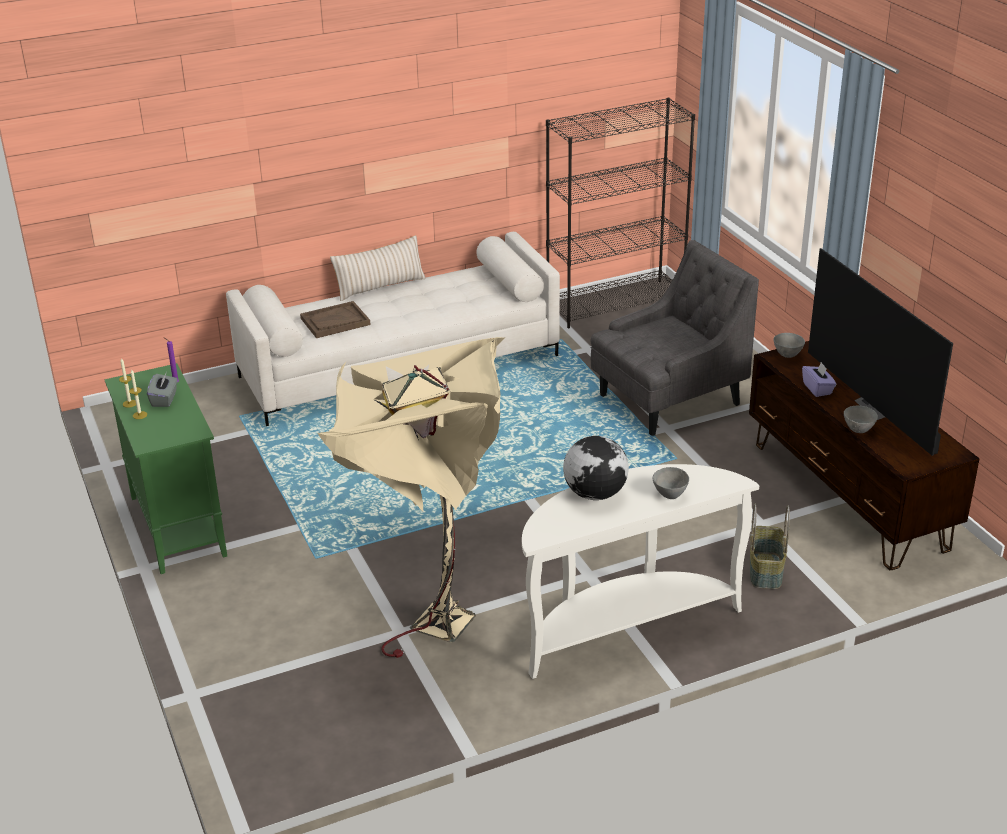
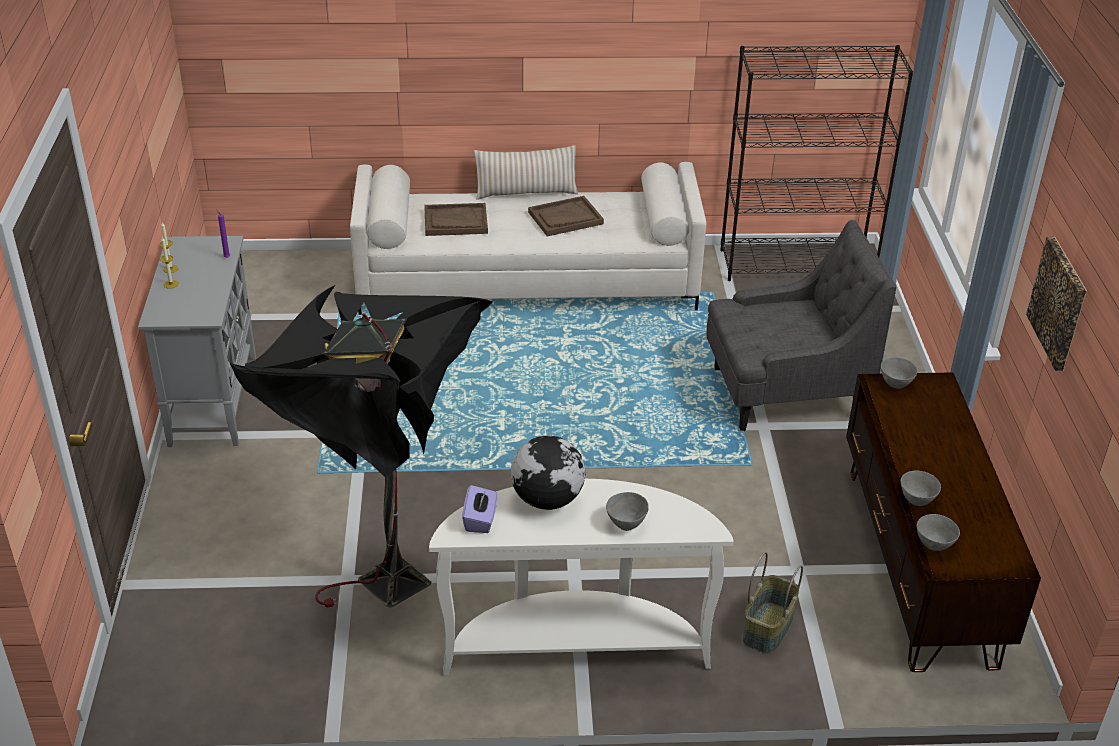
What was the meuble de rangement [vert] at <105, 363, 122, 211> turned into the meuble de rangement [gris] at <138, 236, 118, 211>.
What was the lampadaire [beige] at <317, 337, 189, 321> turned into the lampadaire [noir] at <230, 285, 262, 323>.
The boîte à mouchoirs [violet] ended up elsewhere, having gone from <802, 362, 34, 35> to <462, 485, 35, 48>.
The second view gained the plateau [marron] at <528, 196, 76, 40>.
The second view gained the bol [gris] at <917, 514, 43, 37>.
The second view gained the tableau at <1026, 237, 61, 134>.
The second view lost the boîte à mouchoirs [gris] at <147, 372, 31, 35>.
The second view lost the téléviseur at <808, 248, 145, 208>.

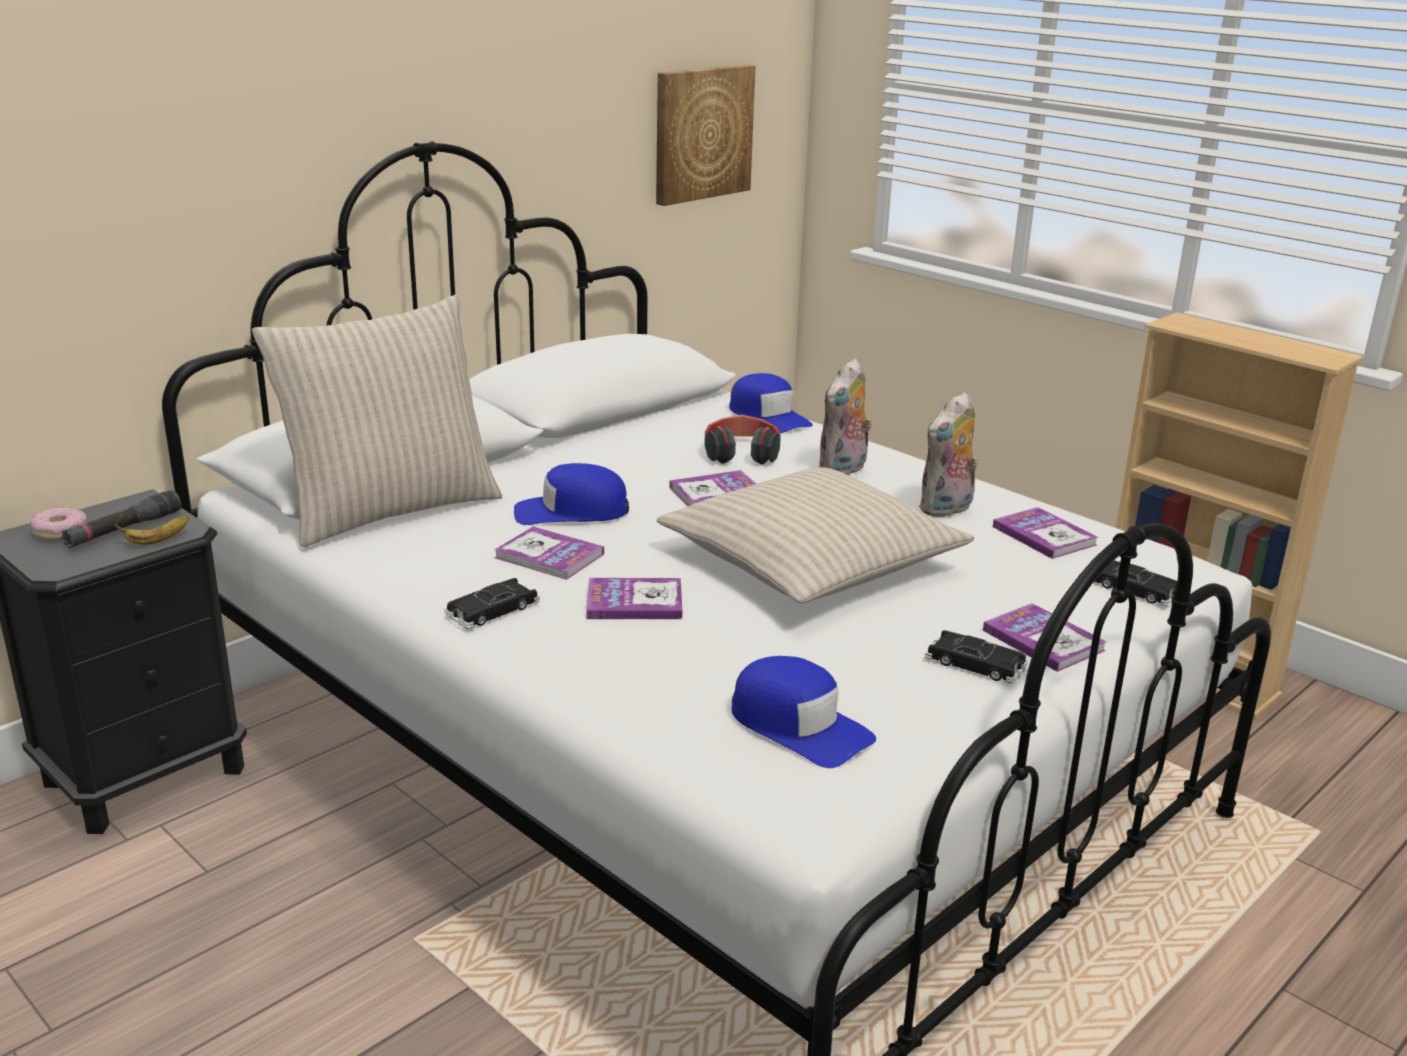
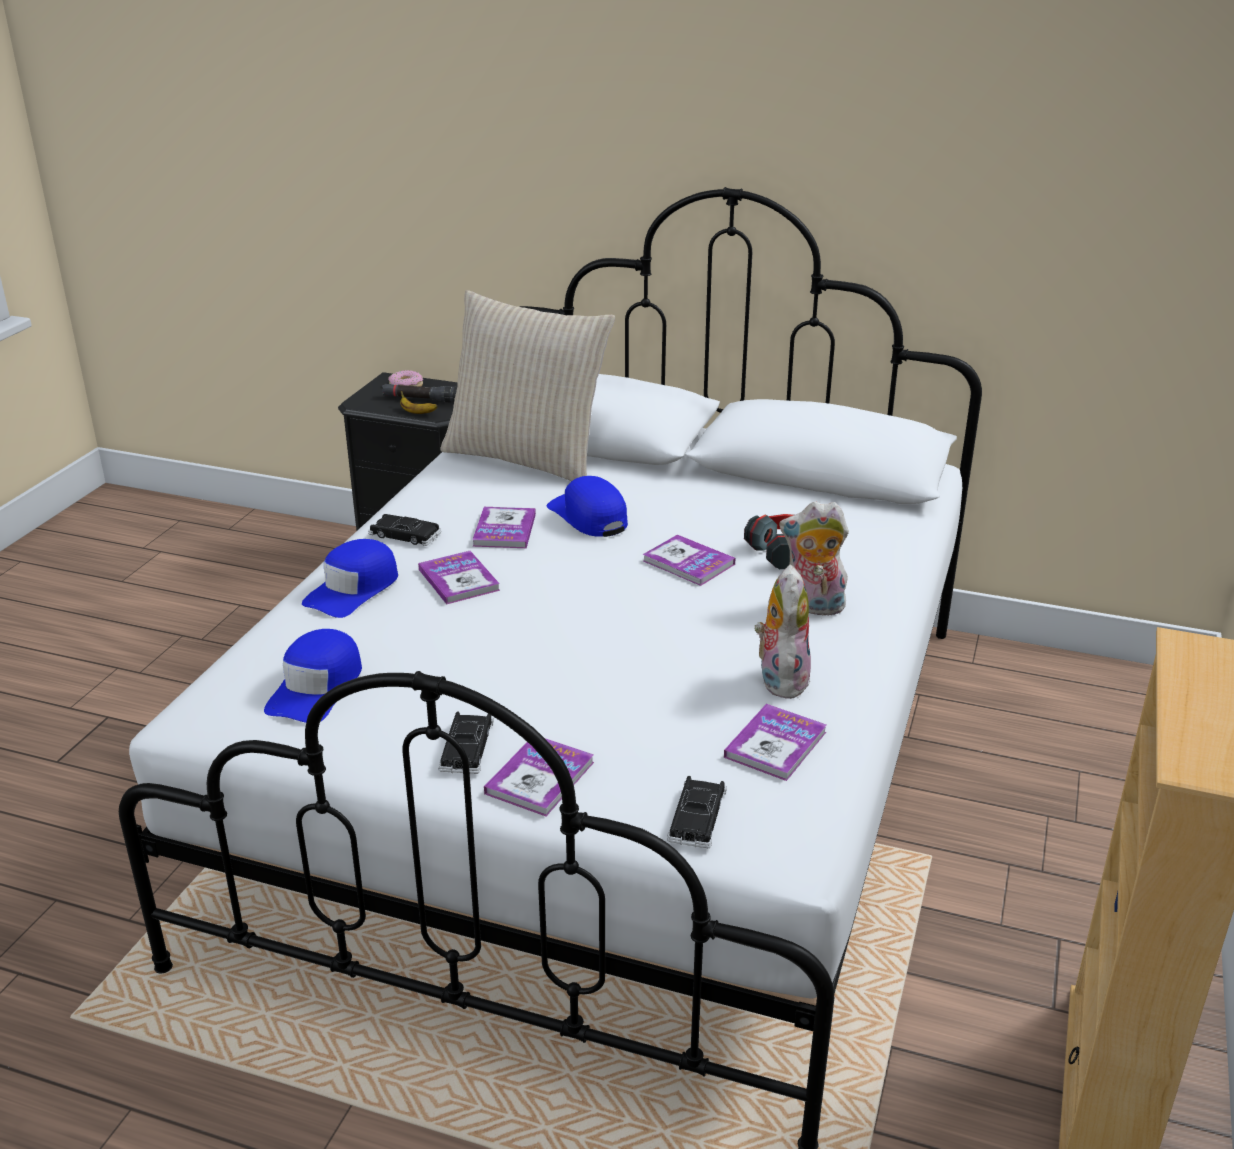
The casquette [bleu] ended up elsewhere, having gone from <729, 373, 84, 61> to <302, 539, 96, 79>.
The peluche at <918, 392, 60, 125> ended up facing another way, 75 degrees clockwise from before.
The second view lost the tableau at <656, 64, 100, 142>.
The second view lost the coussin [beige] at <657, 467, 317, 137>.

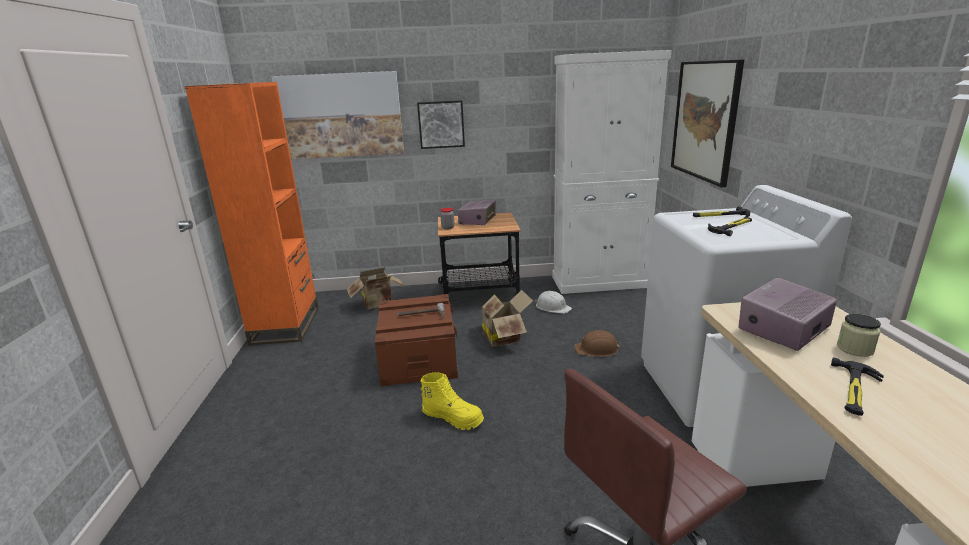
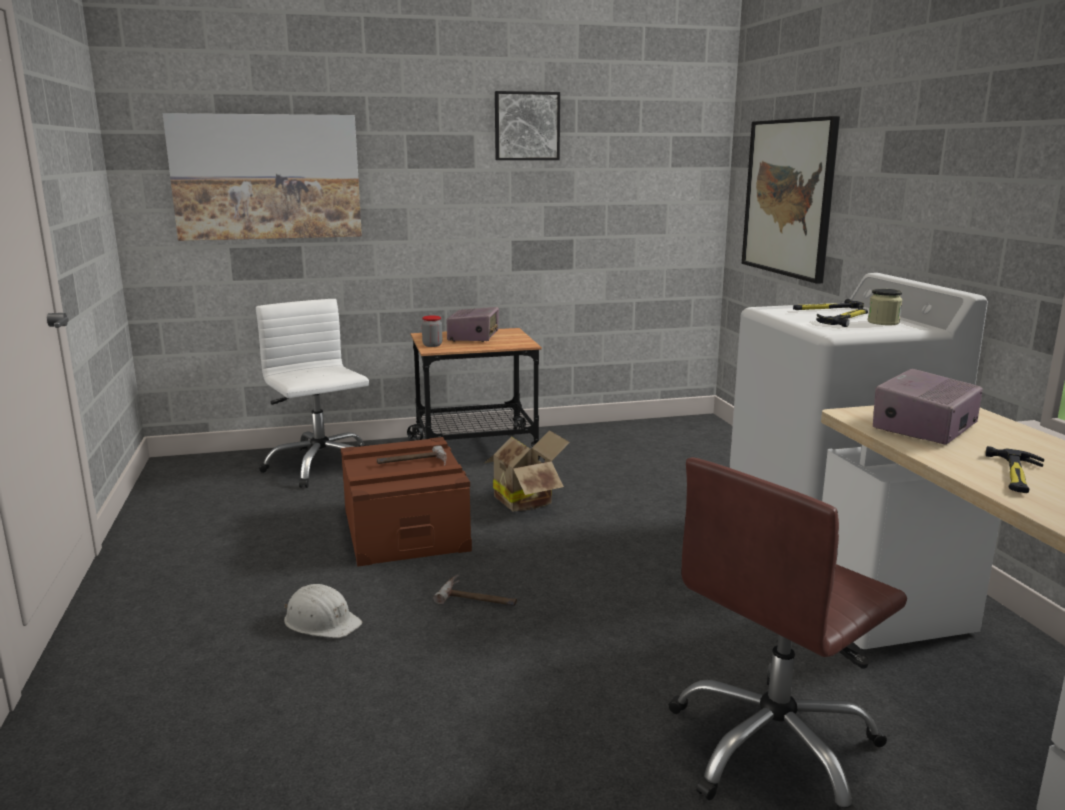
Where the carton stood at <347, 267, 58, 43>, the chaise de bureau [blanc] came to stand at <256, 299, 113, 189>.
The casque de chantier [blanc] ended up elsewhere, having gone from <535, 291, 37, 23> to <284, 584, 78, 54>.
Where the botte [jaune] stood at <421, 372, 63, 58>, the marteau came to stand at <433, 575, 84, 31>.
The tableau ended up elsewhere, having gone from <417, 100, 48, 49> to <495, 91, 65, 69>.
The bocal ended up elsewhere, having gone from <837, 314, 44, 43> to <867, 289, 35, 36>.
The second view lost the bibliothèque [orange] at <185, 82, 133, 264>.
The second view lost the meuble de rangement [blanc] at <552, 50, 119, 244>.
The second view lost the casque de chantier [marron] at <574, 330, 46, 27>.

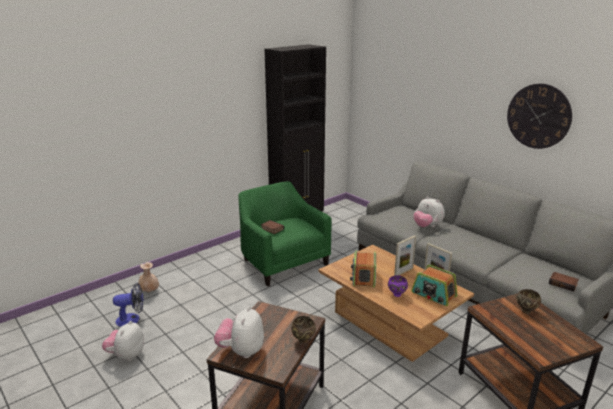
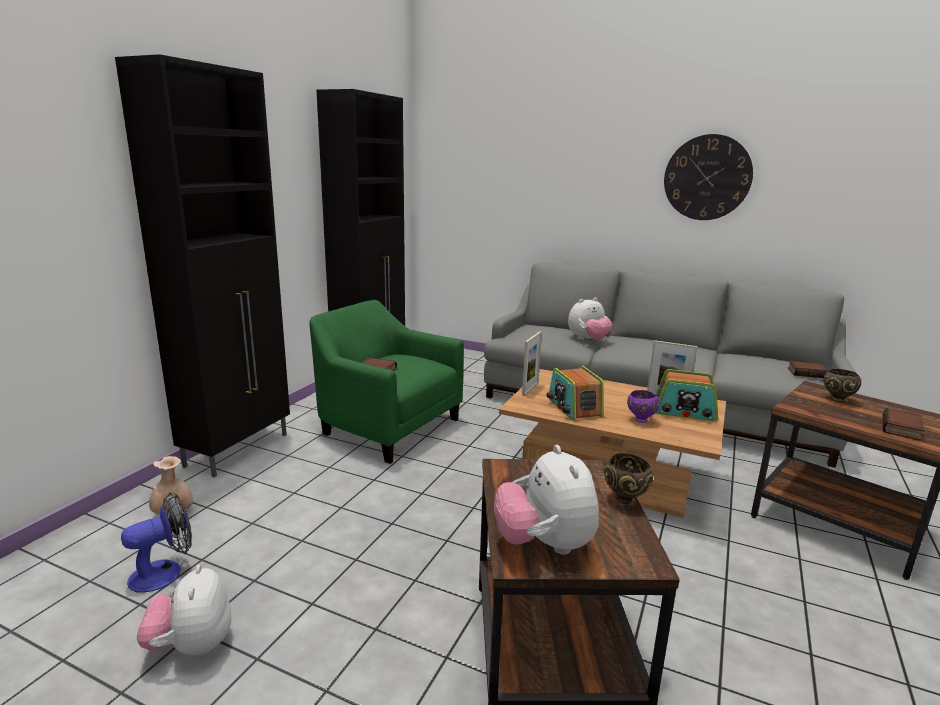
The second view gained the meuble de rangement [noir] at <115, 54, 175, 424>.
The cadre photo ended up elsewhere, having gone from <394, 235, 22, 41> to <522, 331, 20, 65>.
The peluche at <413, 197, 32, 30> ended up facing another way, 45 degrees counterclockwise from before.
The second view gained the livre at <882, 408, 43, 33>.

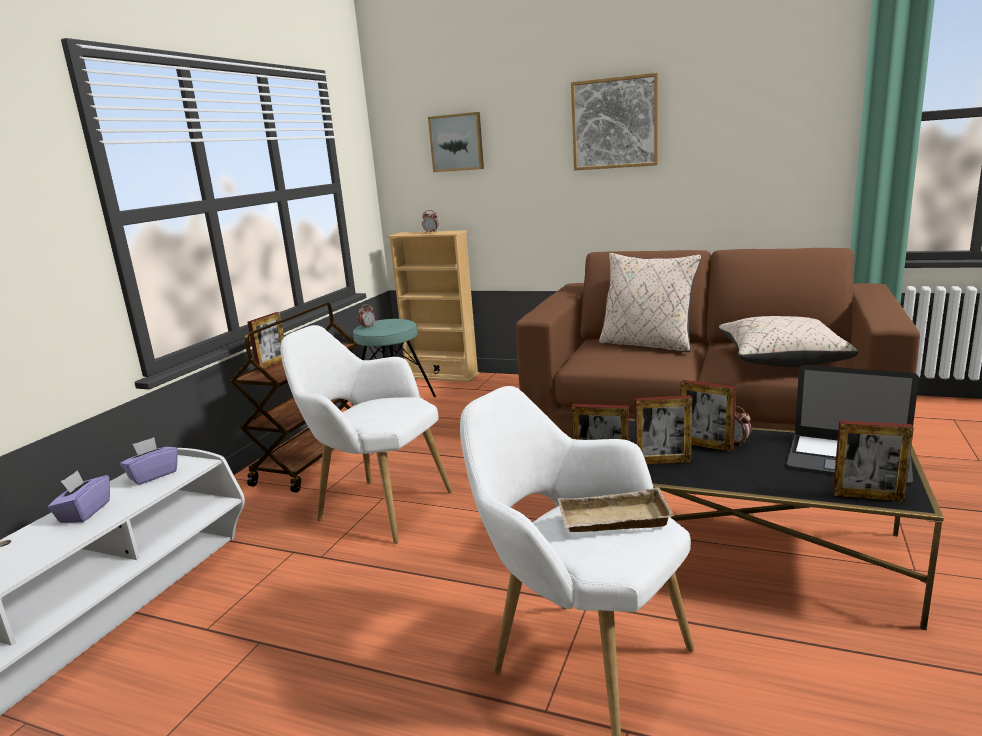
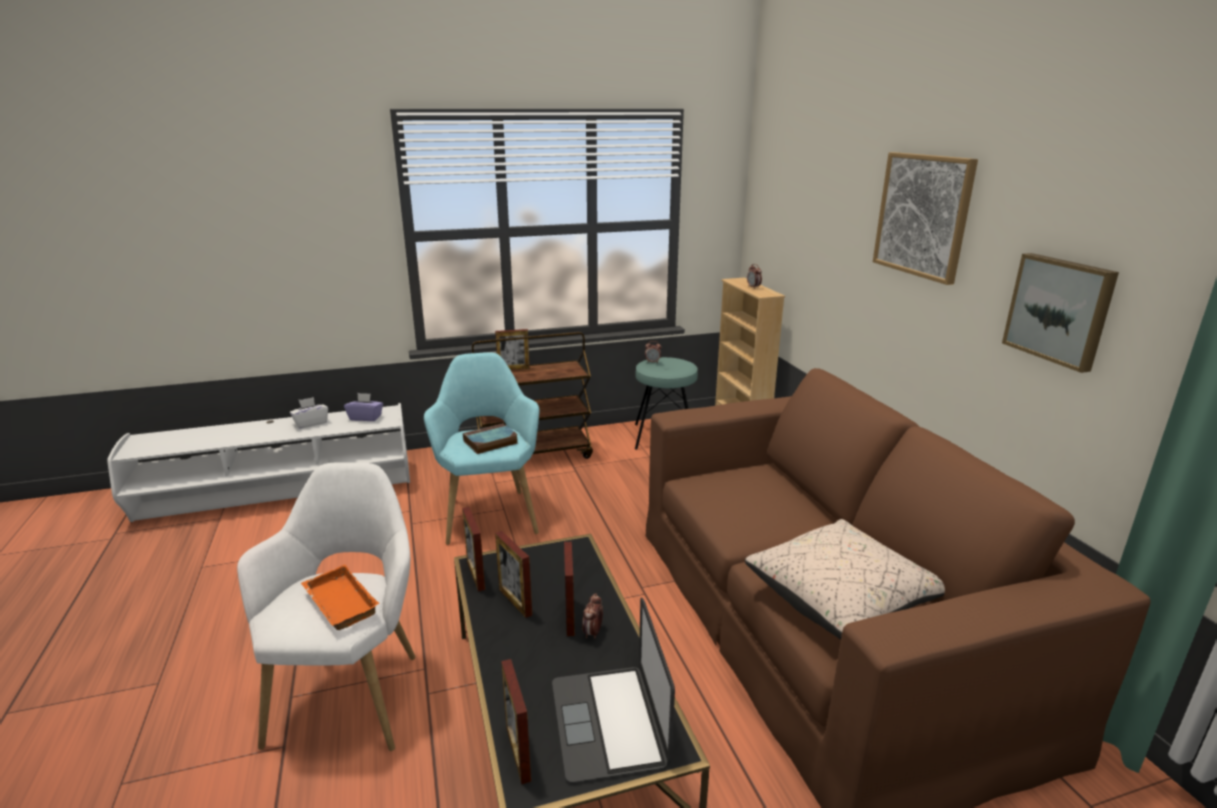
What was the boîte à mouchoirs [violet] at <48, 470, 62, 53> turned into the boîte à mouchoirs [blanc] at <290, 397, 38, 32>.
What was the plateau [beige] at <558, 487, 116, 45> turned into the plateau [orange] at <301, 565, 78, 65>.
What was the fauteuil [blanc] at <280, 325, 173, 219> turned into the fauteuil [turquoise] at <424, 352, 115, 193>.
The second view gained the livre at <463, 423, 55, 31>.
The tableau ended up elsewhere, having gone from <428, 112, 56, 60> to <1002, 253, 117, 120>.
The second view lost the coussin [beige] at <599, 253, 102, 99>.

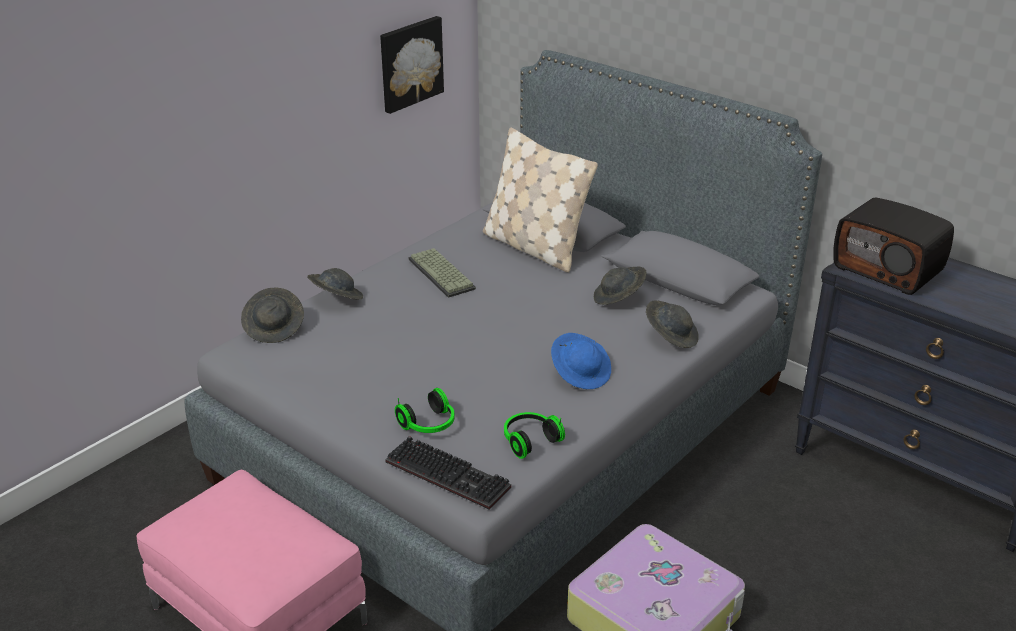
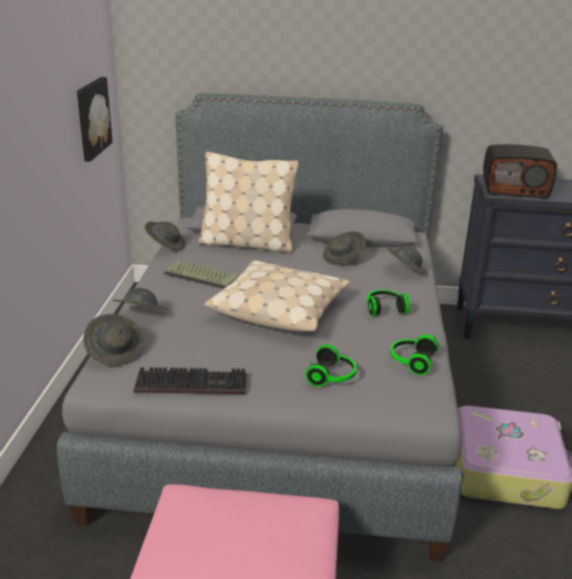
The clavier ended up elsewhere, having gone from <385, 436, 126, 74> to <134, 367, 113, 27>.
The second view gained the chapeau [gris] at <145, 221, 41, 29>.
The second view gained the coussin [beige] at <204, 260, 145, 72>.
Where the chapeau [bleu] stood at <551, 333, 60, 56>, the casque audio came to stand at <367, 290, 43, 27>.

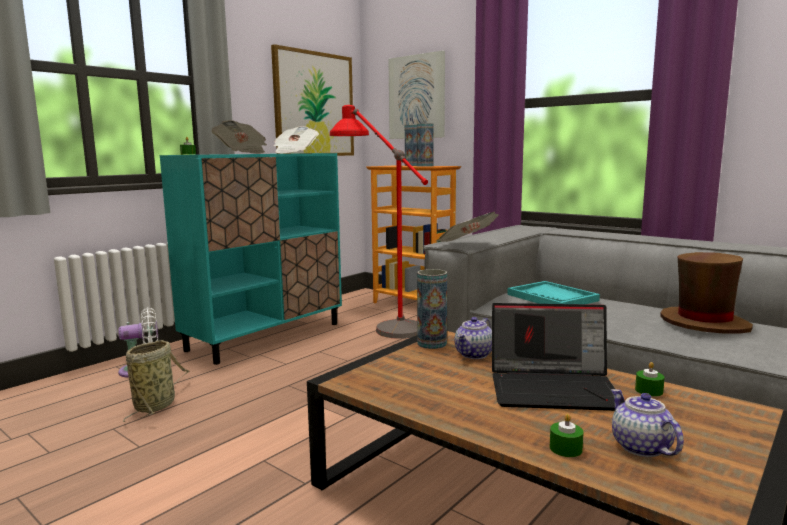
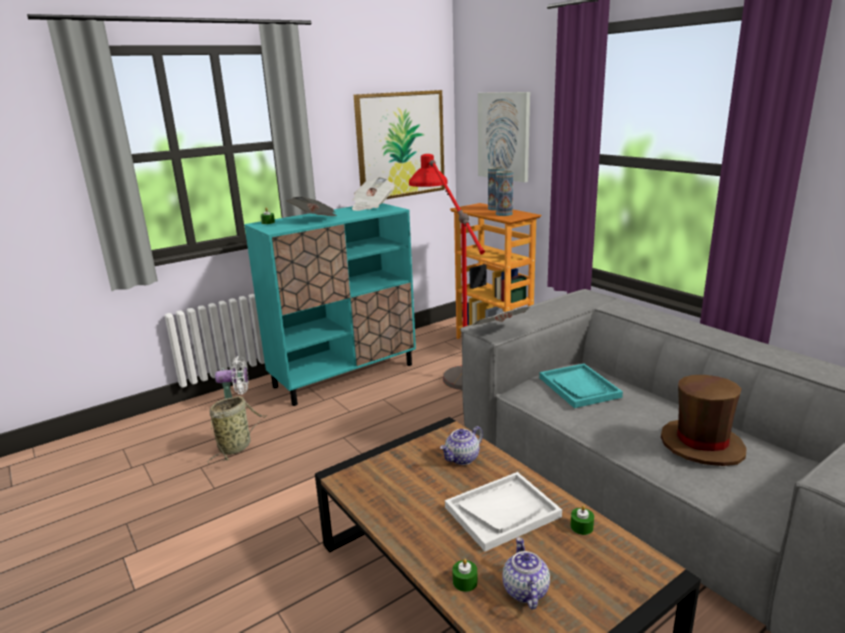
Where the ordinateur portable stood at <492, 303, 123, 108>, the plateau [blanc] came to stand at <445, 472, 117, 80>.
The second view lost the vase at <417, 269, 30, 80>.

